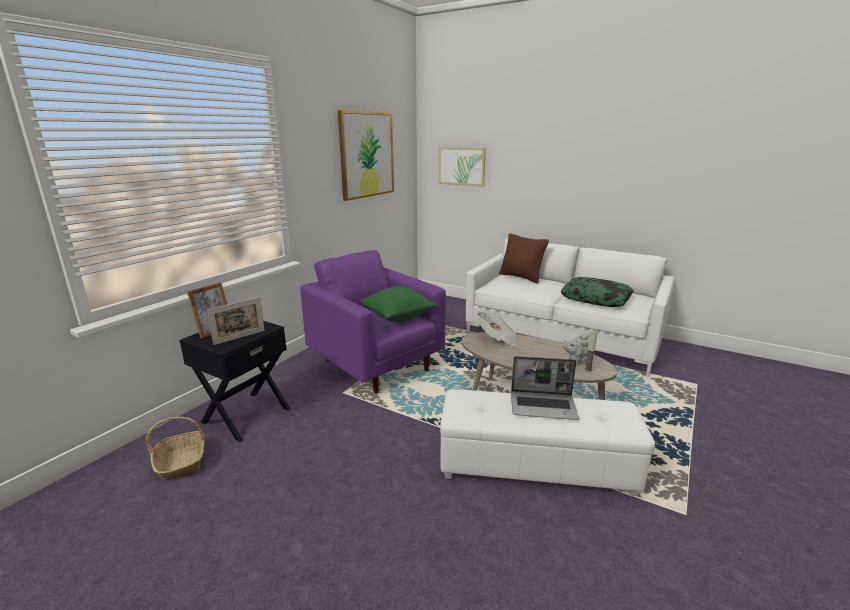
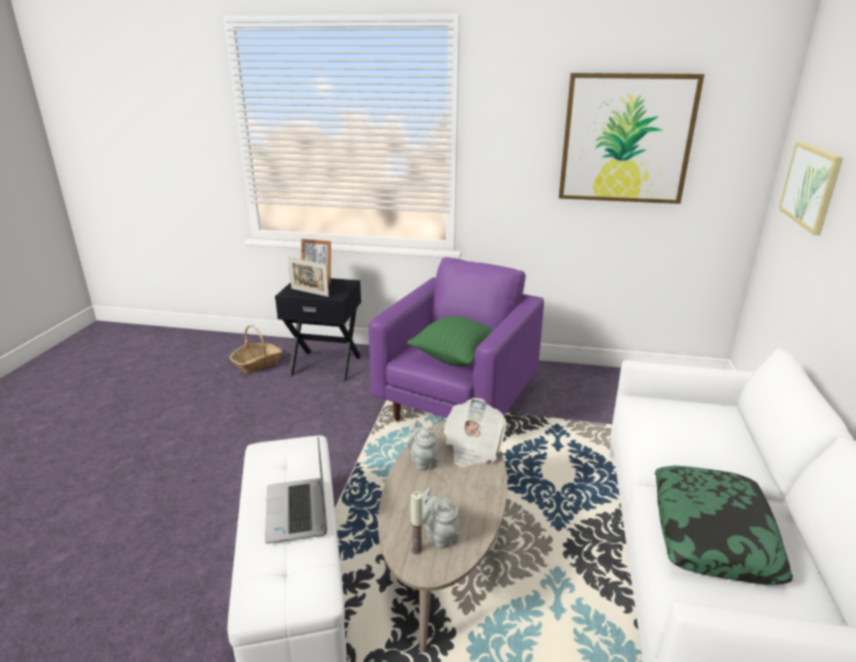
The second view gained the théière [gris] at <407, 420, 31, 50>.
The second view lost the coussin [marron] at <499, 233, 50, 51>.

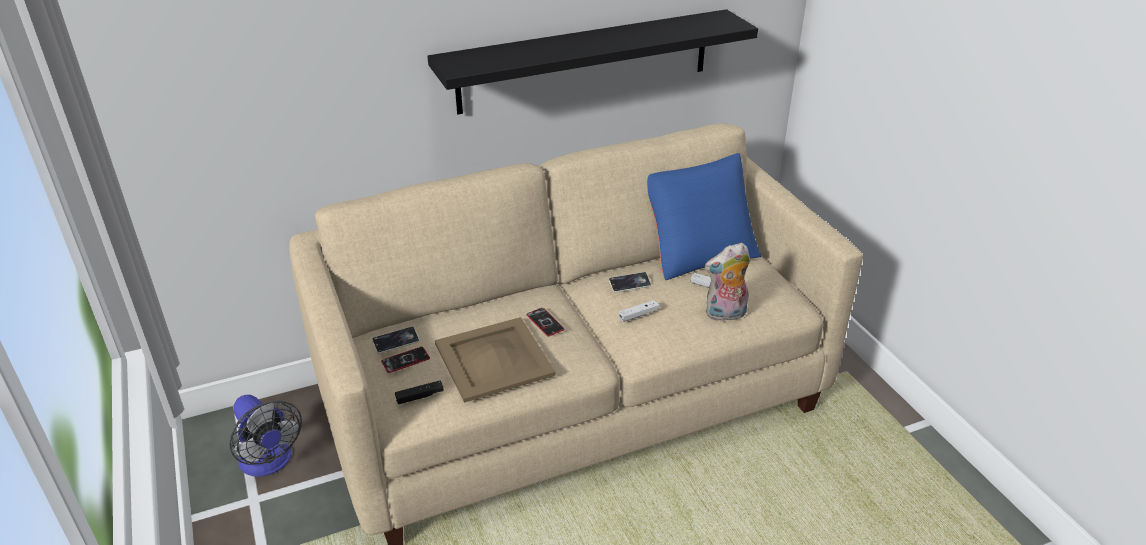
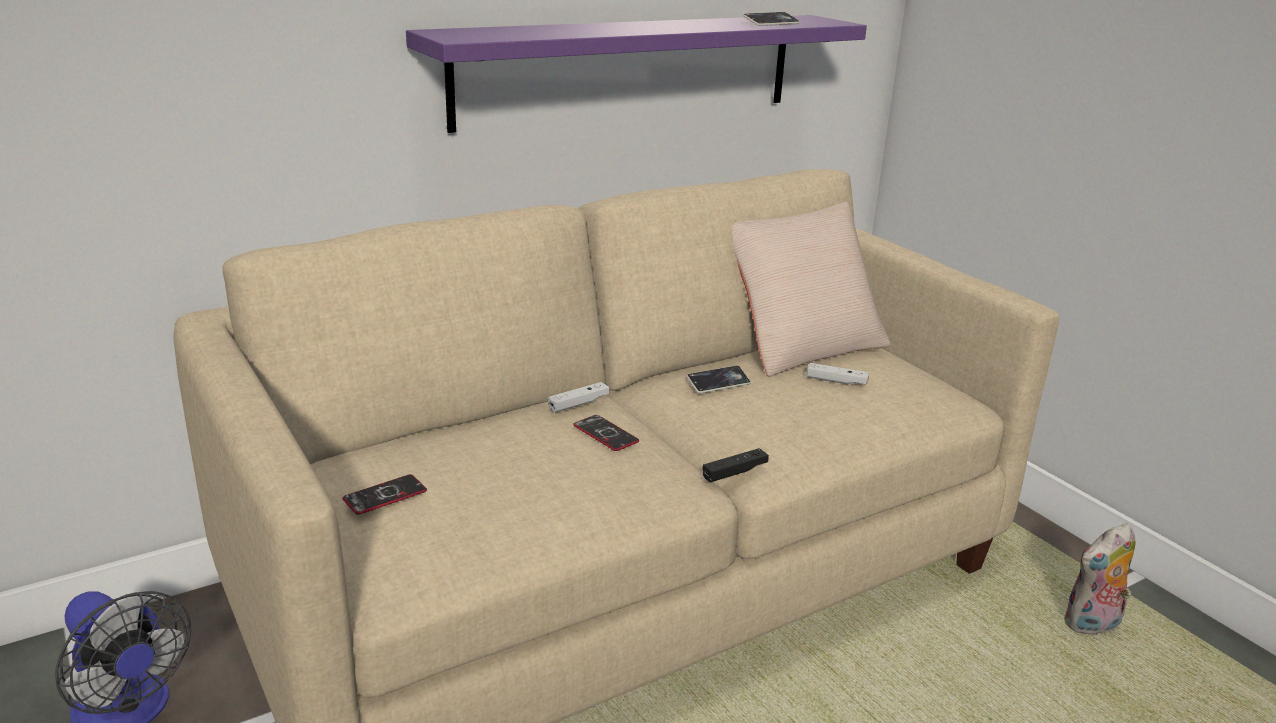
What was the étagère [noir] at <427, 9, 331, 106> turned into the étagère [violet] at <406, 15, 461, 118>.
The manette [blanc] ended up elsewhere, having gone from <619, 300, 40, 22> to <548, 382, 61, 31>.
The manette [noir] ended up elsewhere, having gone from <395, 380, 49, 24> to <702, 448, 67, 34>.
What was the coussin [bleu] at <647, 153, 114, 127> turned into the coussin [beige] at <732, 202, 159, 175>.
The téléphone ended up elsewhere, having gone from <372, 326, 47, 28> to <743, 12, 57, 14>.
The peluche ended up elsewhere, having gone from <705, 242, 45, 80> to <1064, 523, 72, 112>.
The second view lost the plateau [beige] at <435, 317, 121, 86>.

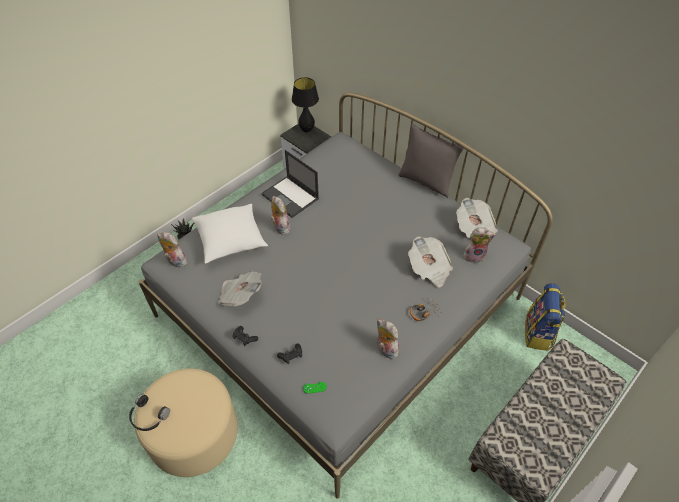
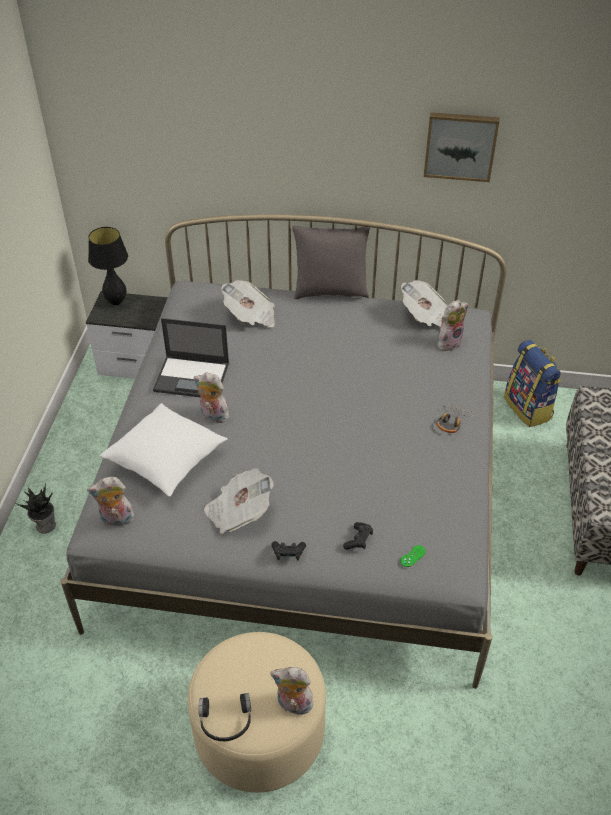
The journal ended up elsewhere, having gone from <408, 236, 45, 52> to <221, 280, 54, 47>.
The peluche ended up elsewhere, having gone from <377, 318, 22, 41> to <270, 667, 43, 48>.
The second view gained the tableau at <424, 112, 75, 70>.

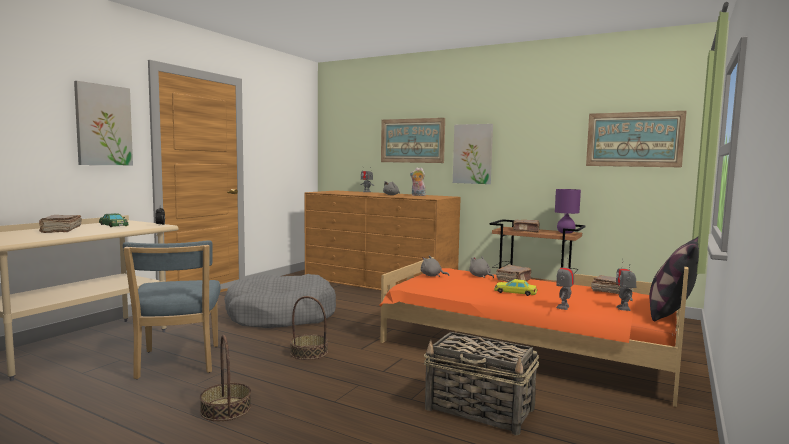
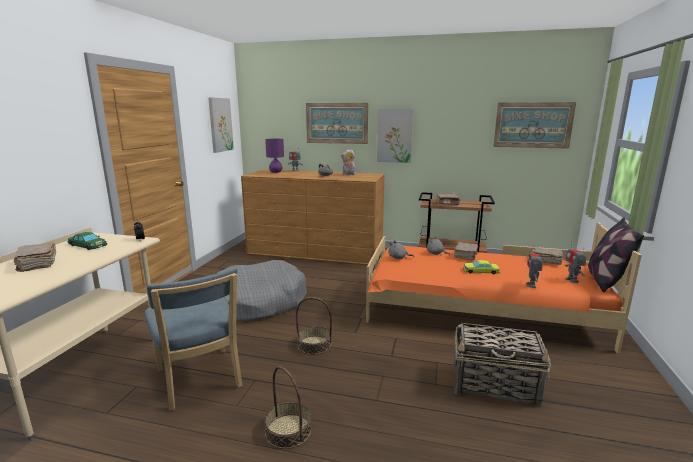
The tableau ended up elsewhere, having gone from <74, 81, 59, 84> to <208, 97, 26, 56>.
The lampe de table [violet] ended up elsewhere, having gone from <555, 189, 26, 45> to <265, 139, 19, 34>.

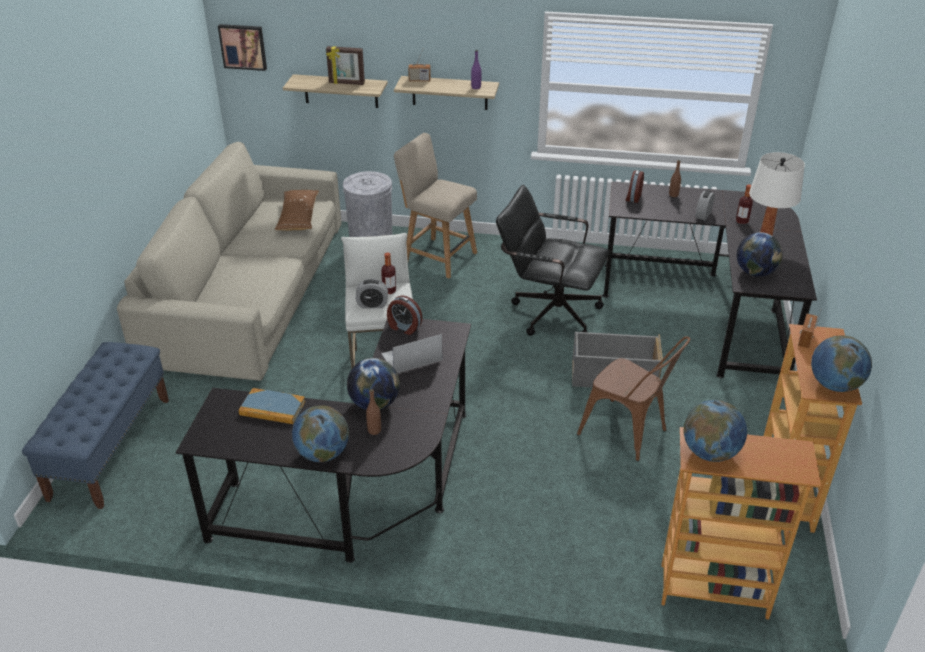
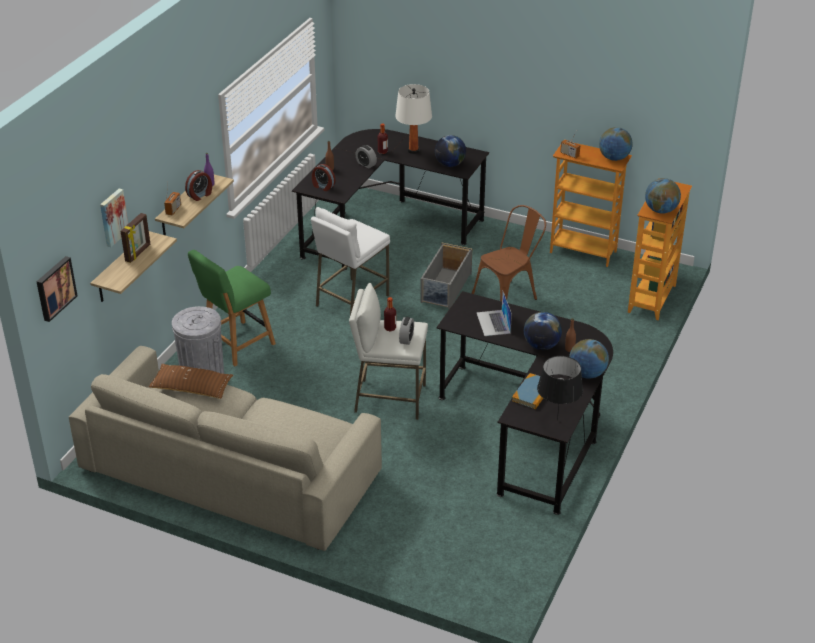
The second view gained the tableau at <100, 189, 28, 58>.
The réveil ended up elsewhere, having gone from <387, 295, 36, 40> to <185, 170, 27, 31>.
What was the chaise [beige] at <394, 133, 83, 145> turned into the chaise [vert] at <188, 250, 88, 116>.
Where the chaise de bureau [noir] stood at <496, 185, 113, 151>, the tabouret [blanc] came to stand at <311, 207, 79, 108>.
The second view gained the lampe de table [noir] at <537, 356, 46, 65>.
The second view lost the banc [bleu] at <22, 342, 147, 167>.

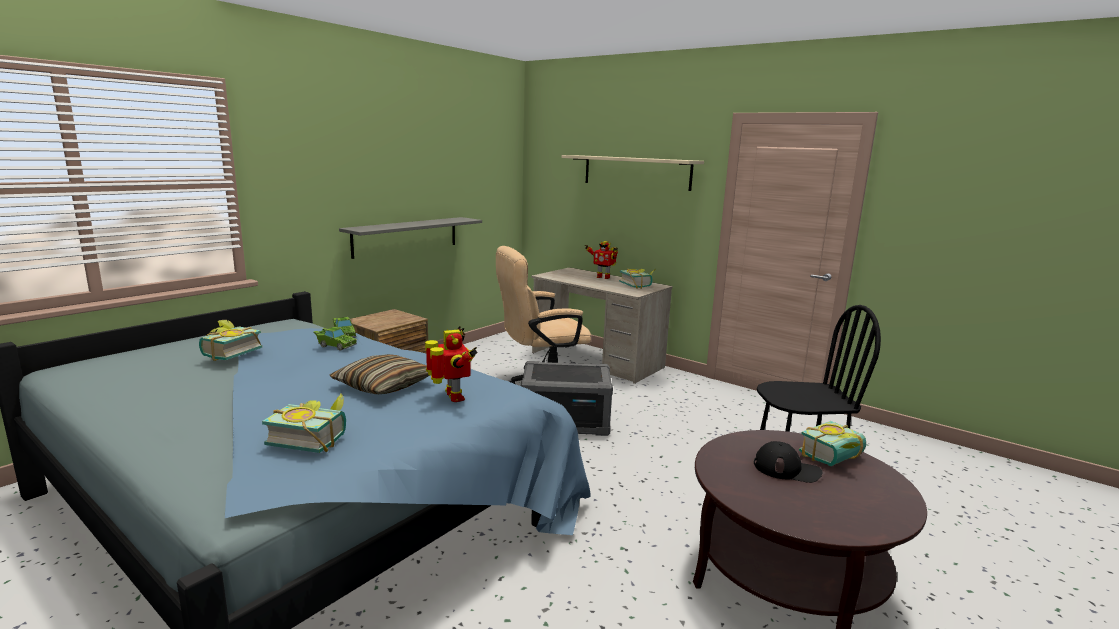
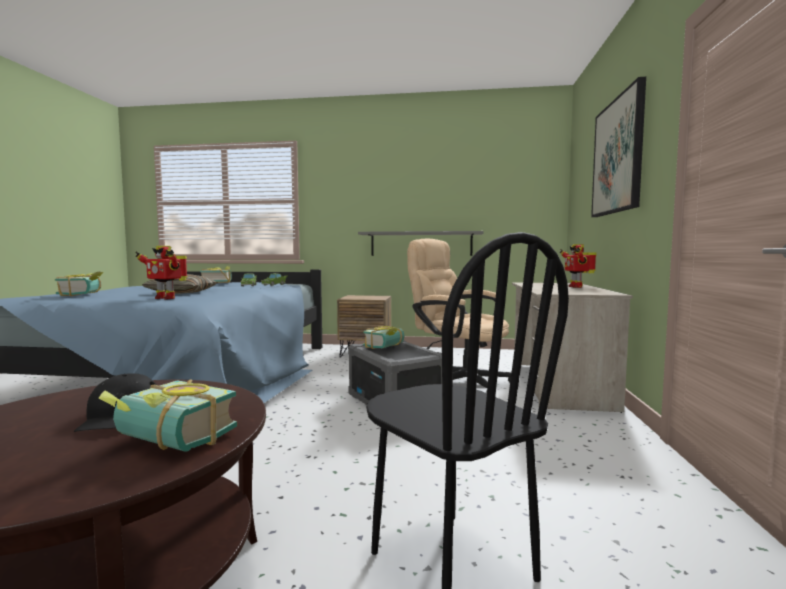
The robot jouet at <425, 326, 53, 76> ended up facing another way, 75 degrees clockwise from before.
The livre ended up elsewhere, having gone from <619, 269, 37, 20> to <363, 326, 42, 23>.
Where the étagère [beige] hung at <561, 155, 143, 36>, the tableau came to hang at <591, 77, 55, 140>.

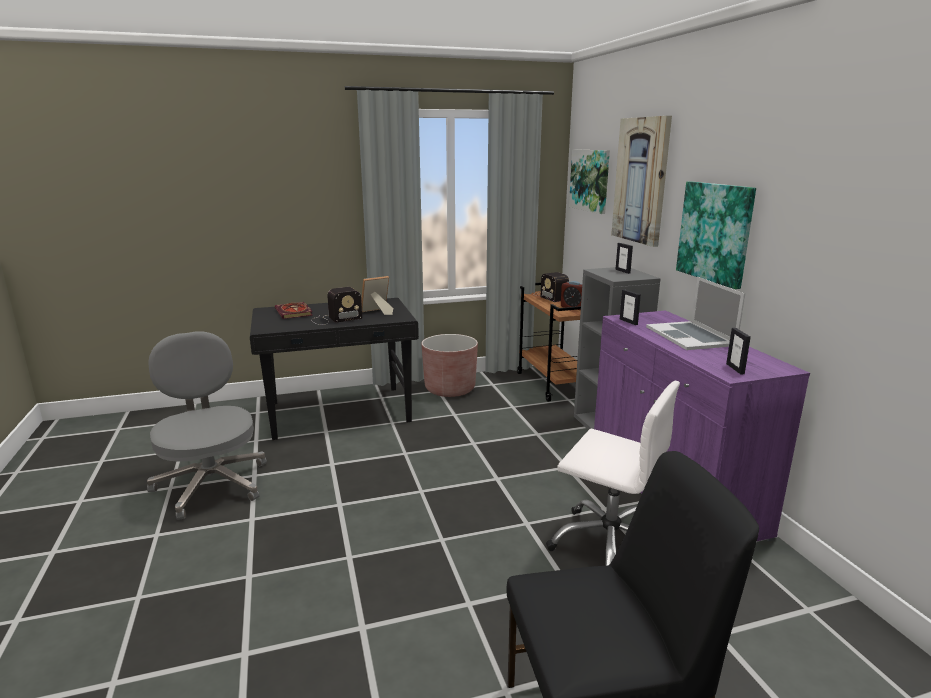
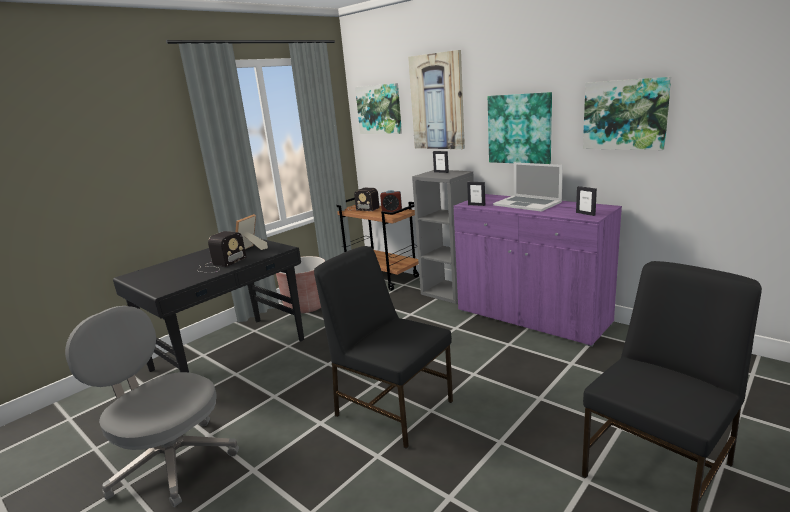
The second view gained the chaise [noir] at <314, 246, 139, 203>.
The second view gained the tableau at <583, 77, 88, 73>.
The second view lost the livre at <275, 302, 38, 17>.
The second view lost the chaise de bureau [blanc] at <546, 381, 134, 185>.

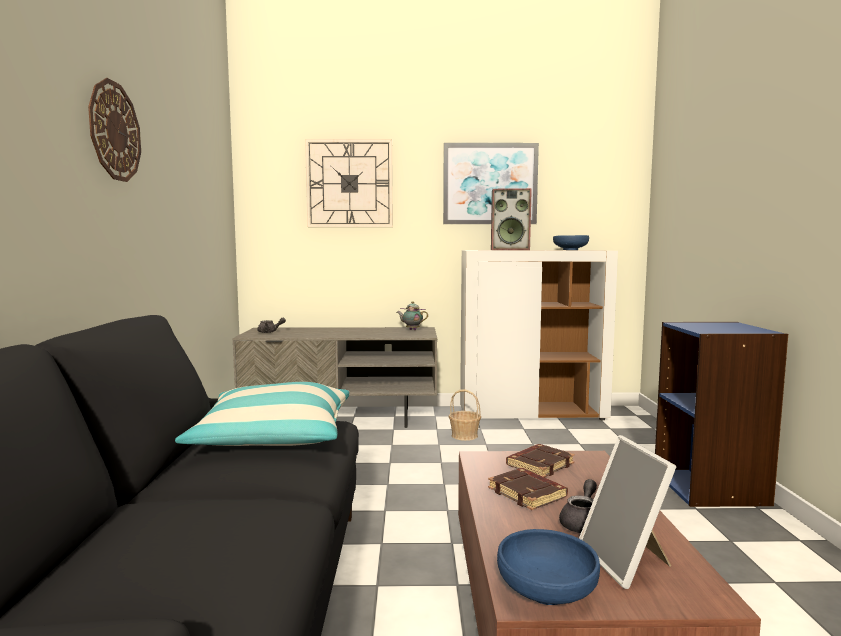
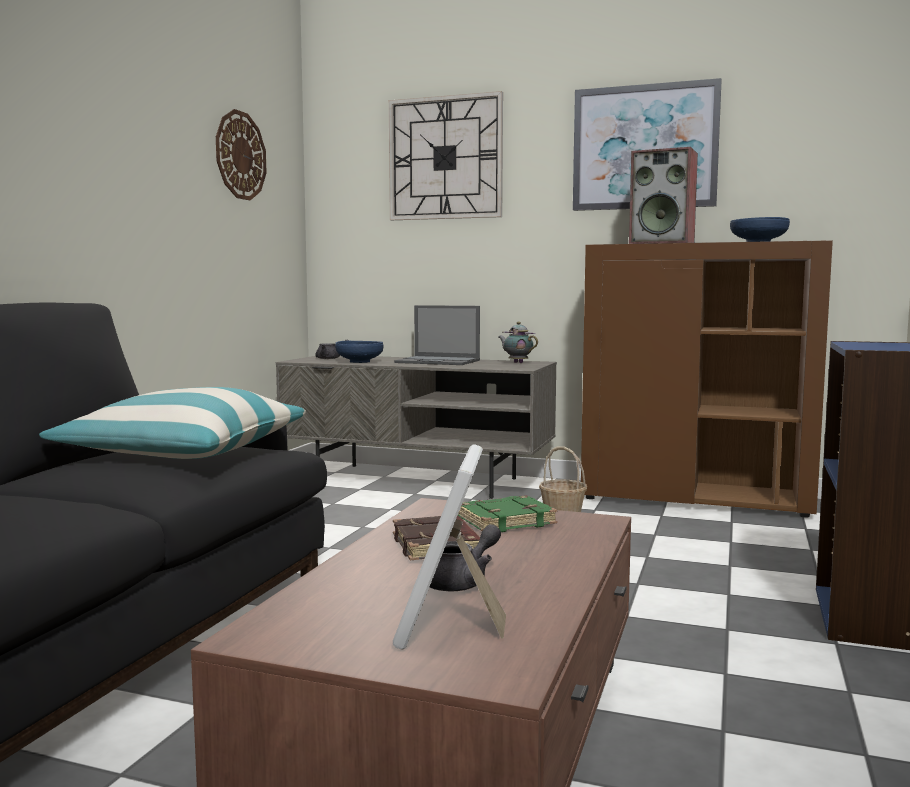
The horloge murale ended up elsewhere, having gone from <88, 78, 53, 104> to <216, 109, 51, 91>.
The bol [bleu] ended up elsewhere, having gone from <497, 529, 103, 76> to <335, 341, 48, 22>.
The second view gained the ordinateur portable at <394, 305, 86, 60>.
What was the livre [marron] at <506, 444, 69, 33> turned into the livre [vert] at <458, 496, 99, 36>.
What was the meuble de rangement [blanc] at <460, 250, 158, 170> turned into the meuble de rangement [marron] at <581, 240, 252, 278>.

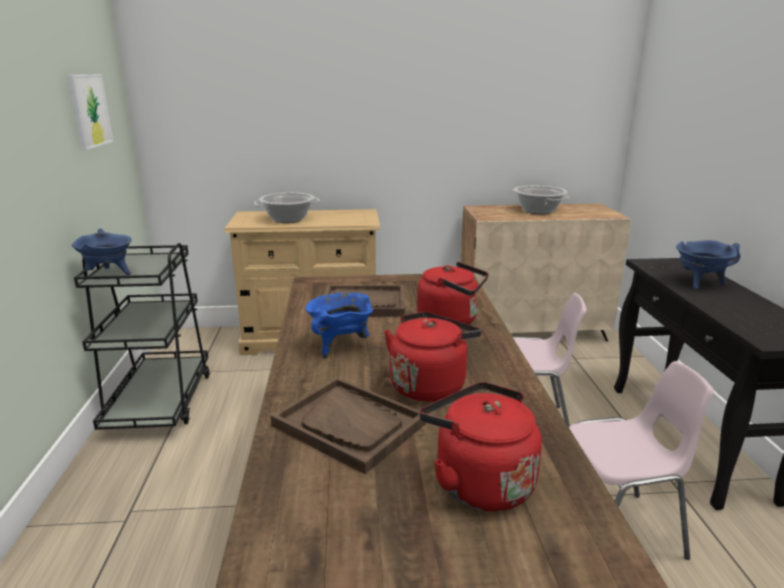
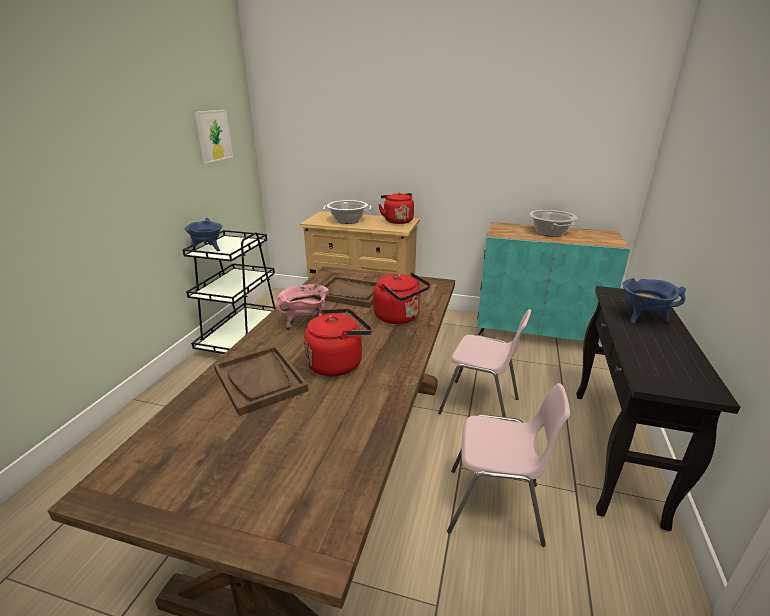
What was the marmite [bleu] at <305, 292, 69, 67> turned into the marmite [rose] at <276, 284, 52, 46>.
The bouilloire [rouge] ended up elsewhere, having gone from <419, 382, 123, 129> to <378, 192, 36, 32>.
What was the meuble de rangement [beige] at <461, 204, 170, 137> turned into the meuble de rangement [turquoise] at <477, 222, 153, 125>.

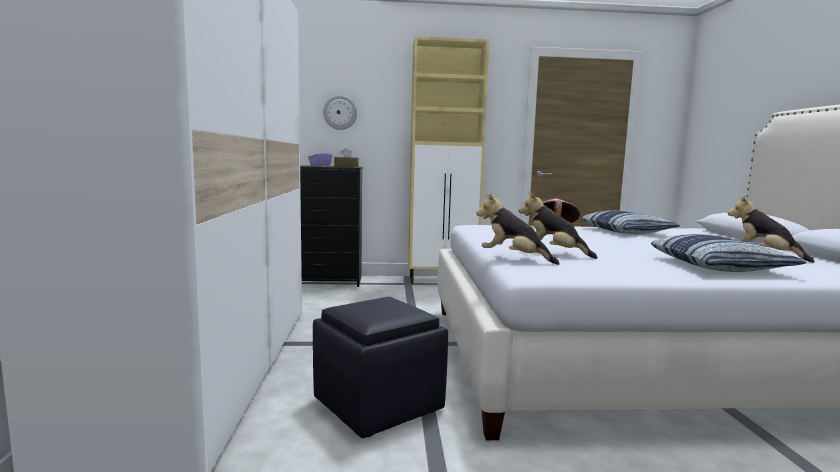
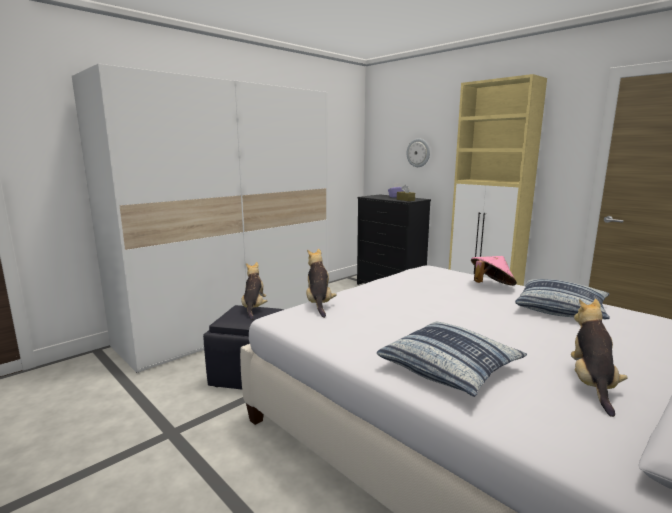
The peluche ended up elsewhere, having gone from <519, 192, 79, 67> to <242, 262, 25, 58>.

